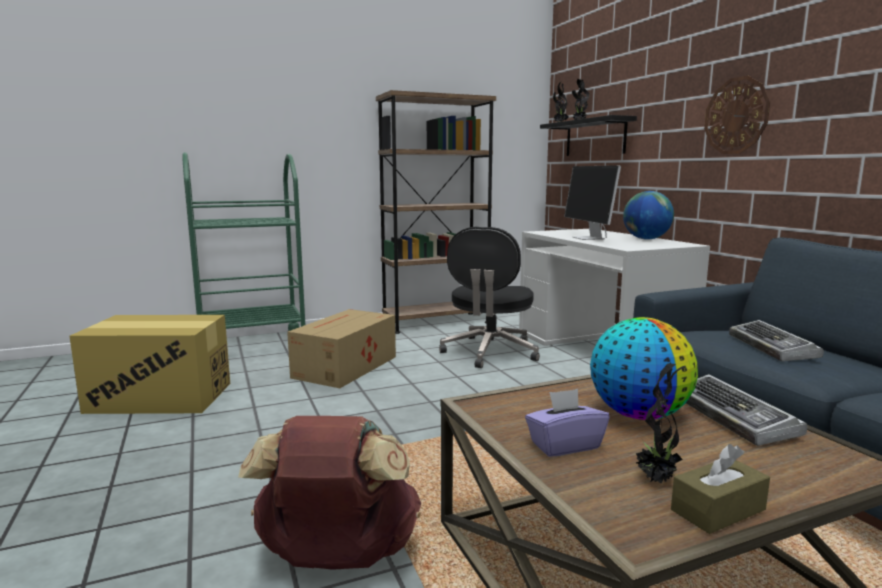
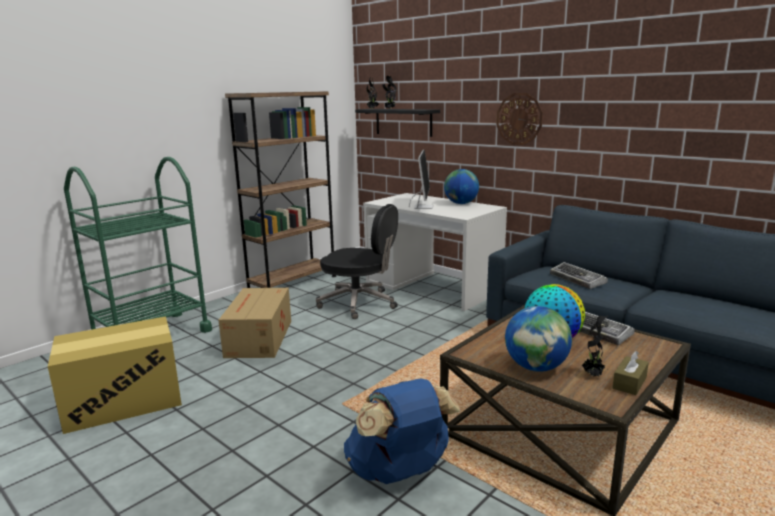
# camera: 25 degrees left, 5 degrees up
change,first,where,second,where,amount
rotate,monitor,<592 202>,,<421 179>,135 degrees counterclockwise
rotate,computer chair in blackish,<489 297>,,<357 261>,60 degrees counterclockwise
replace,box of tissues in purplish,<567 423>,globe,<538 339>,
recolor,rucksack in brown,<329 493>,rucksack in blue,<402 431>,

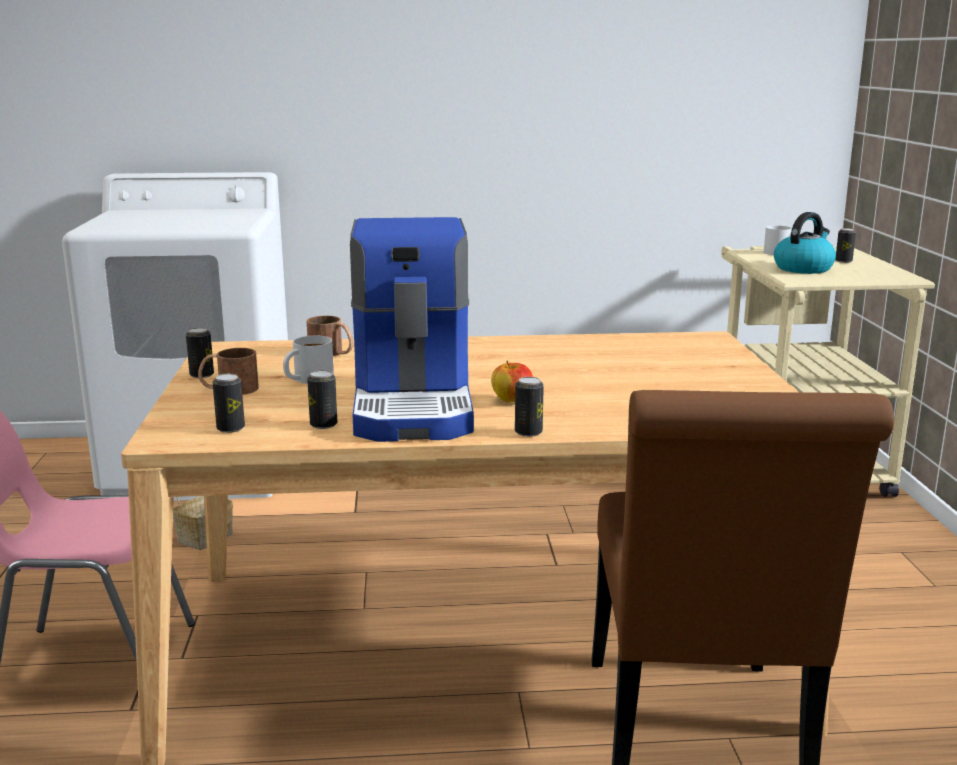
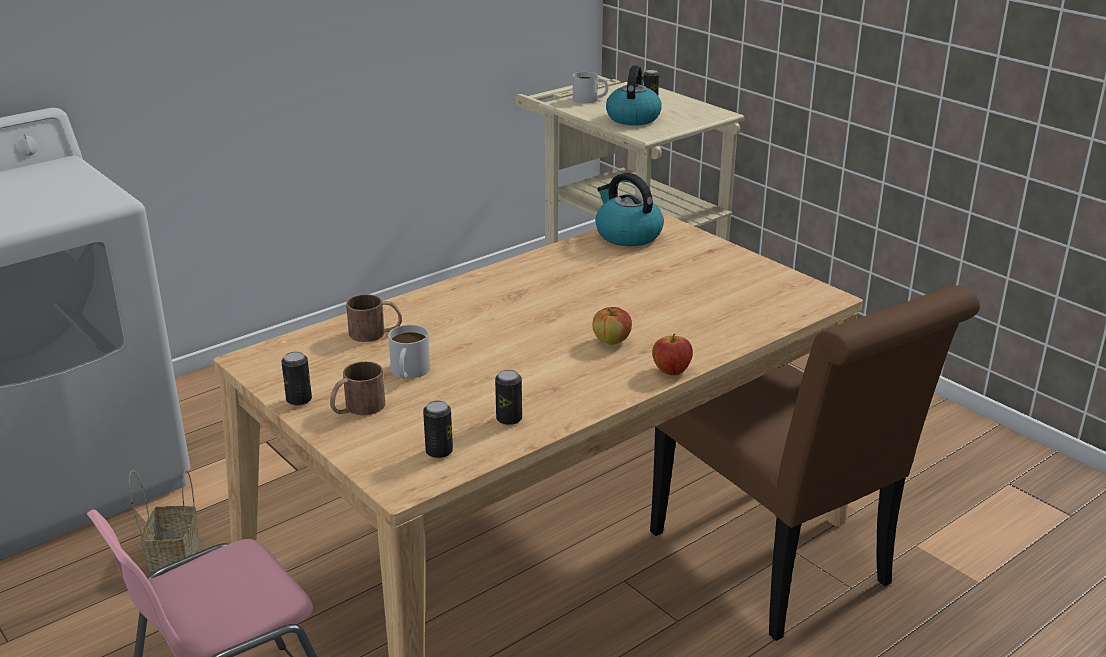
# camera: 35 degrees left, 10 degrees up
change,first,where,second,where,amount
delete,coffee machine,<412 329>,,,
replace,metal can,<529 407>,apple fruit,<672 354>,
insert,,,tea kettle,<629 209>,

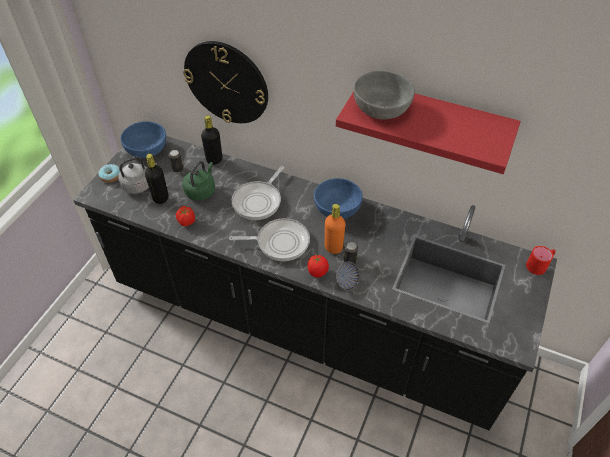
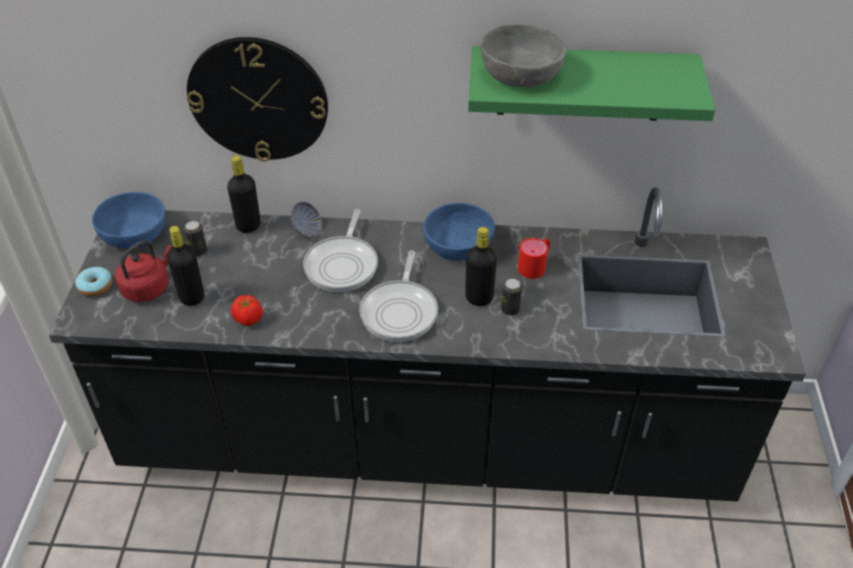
# camera: 20 degrees left, 5 degrees down
change,first,where,second,where,amount
recolor,wall shelf in red-coloured,<428 132>,wall shelf in green,<591 83>,
recolor,tea kettle in gray,<137 175>,tea kettle in red-coloured,<143 271>,
delete,tea kettle in green,<198 181>,,,
recolor,bottle in orange-coloured,<335 229>,bottle in blackish,<481 266>,
rotate,skillet,<269 239>,,<398 296>,120 degrees clockwise
move,coffee mug in red-coloured,<541 260>,,<534 258>,
delete,whole tomato,<318 266>,,,
move,serving bowl,<348 276>,,<306 219>,

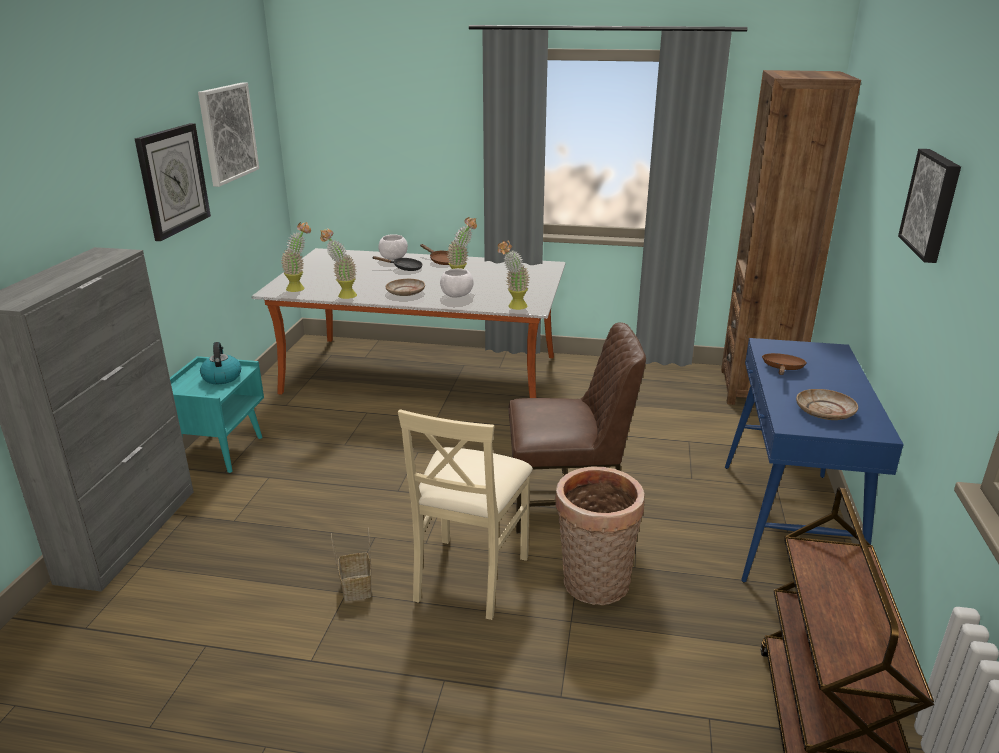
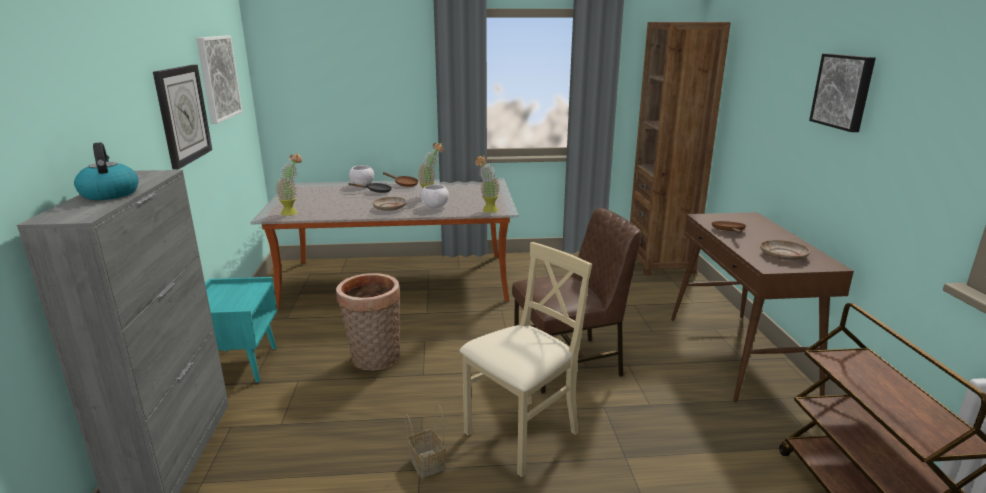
# camera: 15 degrees left, 5 degrees down
change,first,where,second,where,amount
delete,potted plant,<338 264>,,,
recolor,narrow table in blue,<814 460>,narrow table in brown,<762 307>,
move,tea kettle,<220 363>,,<106 171>,
rotate,upright chair in beige-coloured,<465 514>,,<525 359>,135 degrees counterclockwise
move,basket,<600 536>,,<368 322>,

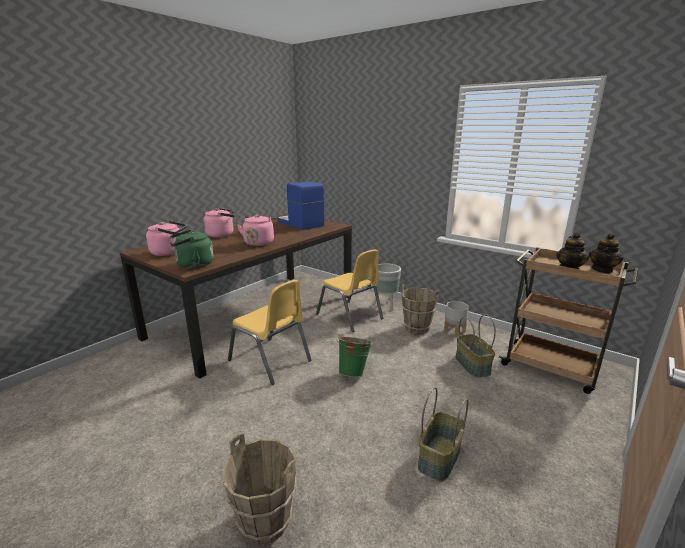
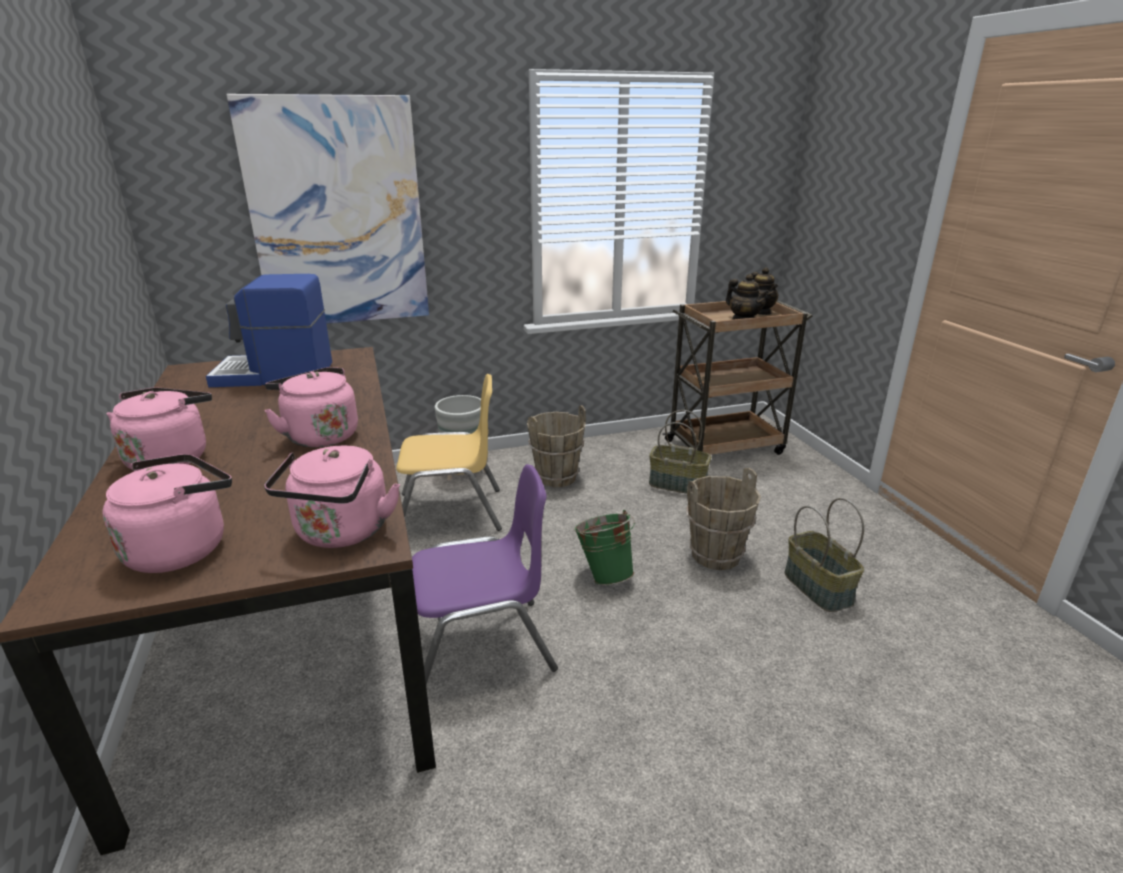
# camera: 55 degrees left, 5 degrees up
change,first,where,second,where,amount
recolor,tea kettle in green,<191 249>,tea kettle in pinkish,<332 496>,
recolor,upright chair in yellow-coloured,<270 332>,upright chair in purplish,<485 574>,
delete,planter in gray,<456 319>,,,
move,pail in brown,<259 489>,,<723 519>,
insert,,,wall picture,<328 209>,

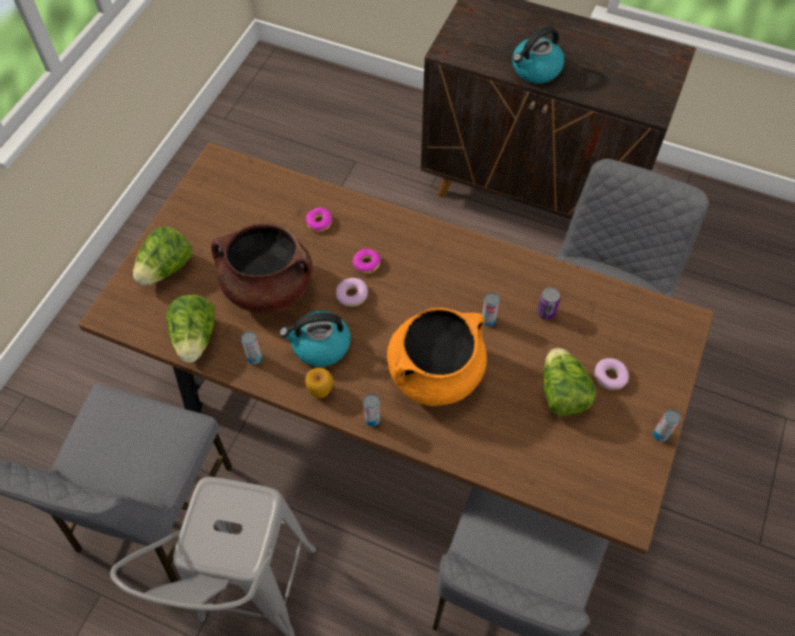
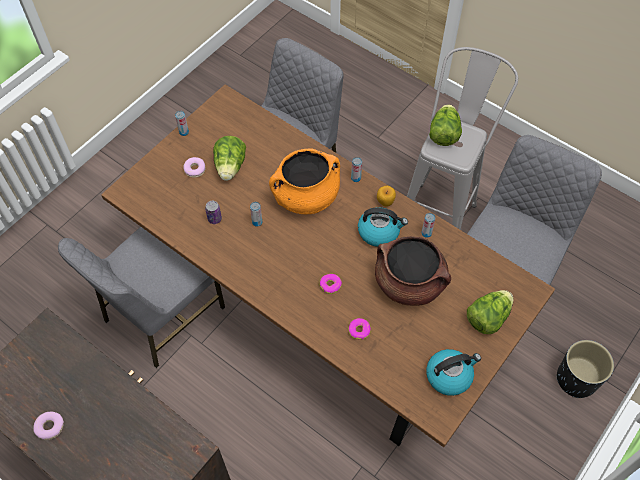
# camera: 165 degrees left, 0 degrees up
change,first,where,second,where,amount
move,tea kettle,<538 54>,,<453 372>,
move,ring doughnut,<352 292>,,<48 426>,
move,head of lettuce,<190 328>,,<445 125>,
insert,,,planter in blackish,<585 369>,

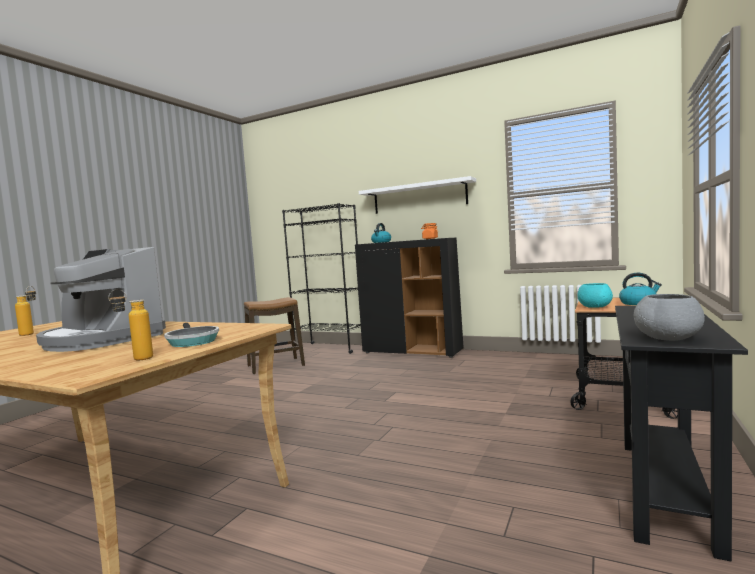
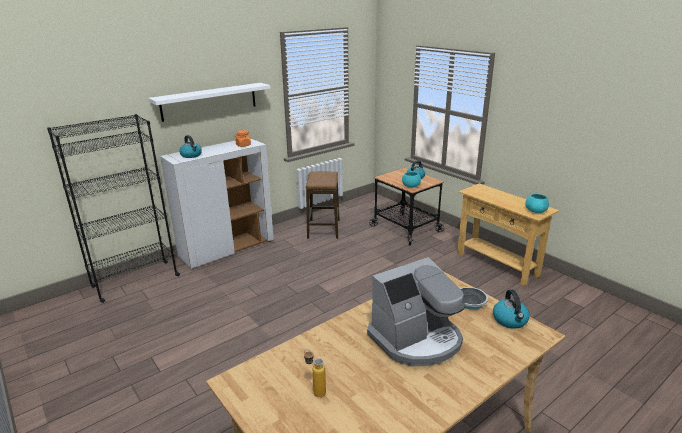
# camera: 65 degrees left, 20 degrees up
change,first,where,second,where,amount
recolor,cabinet in blackish,<409 298>,cabinet in white-coloured,<217 204>,
replace,bottle,<130 324>,tea kettle,<511 309>,
recolor,serving bowl in gray,<669 317>,serving bowl in blue-green,<537 203>,
move,stool,<274 335>,,<322 205>,
recolor,narrow table in blackish,<681 434>,narrow table in beige-coloured,<508 234>,

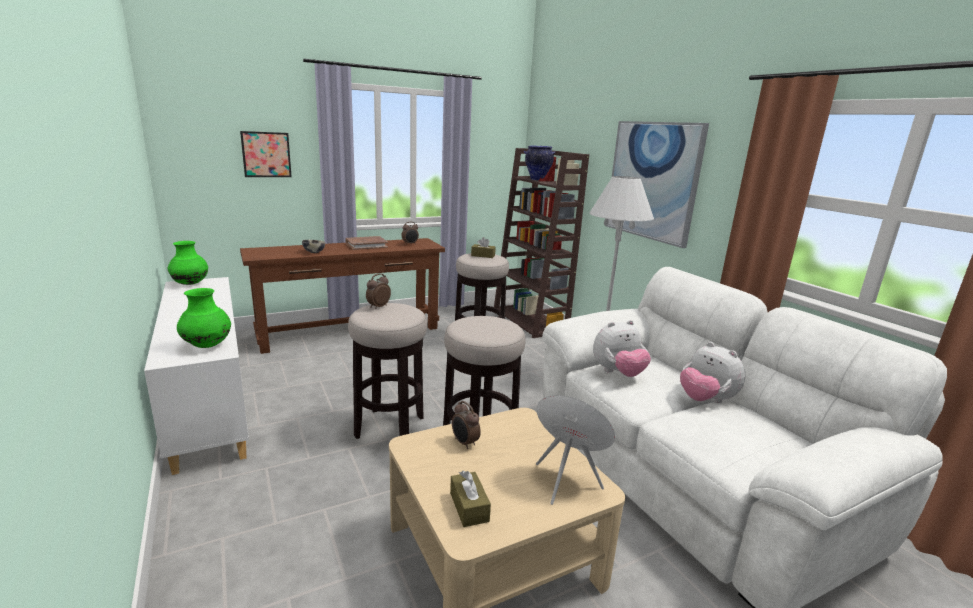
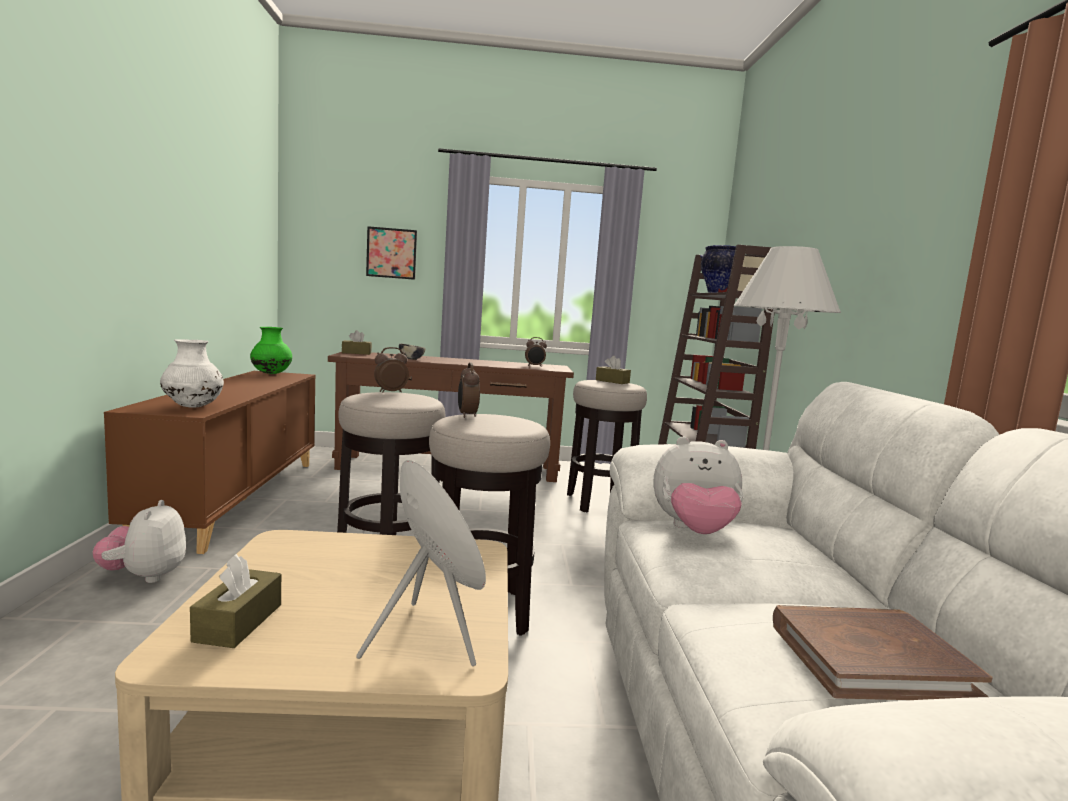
# camera: 25 degrees right, 10 degrees down
change,first,where,second,where,amount
delete,wall picture,<658 184>,,,
move,bound book in brown,<366 243>,,<883 652>,
recolor,cabinet in white-coloured,<196 376>,cabinet in brown,<210 462>,
recolor,decorative vase in green,<204 318>,decorative vase in white-coloured,<192 373>,
move,soft toy,<712 372>,,<139 541>,
move,alarm clock,<466 425>,,<469 390>,
insert,,,box of tissues in brown,<357 342>,

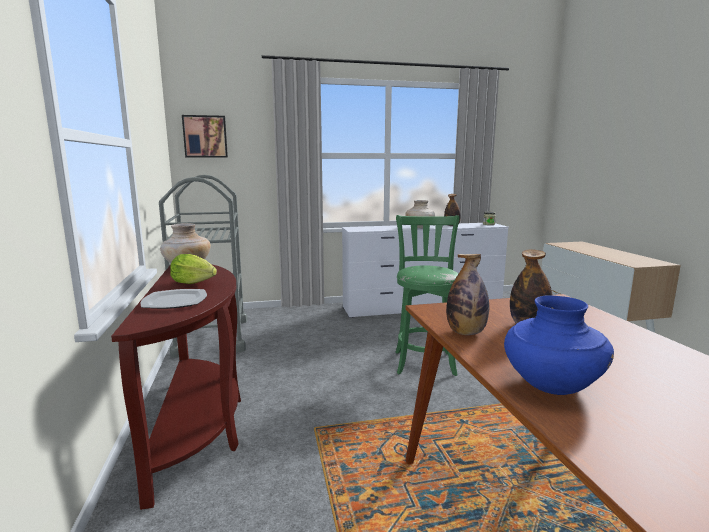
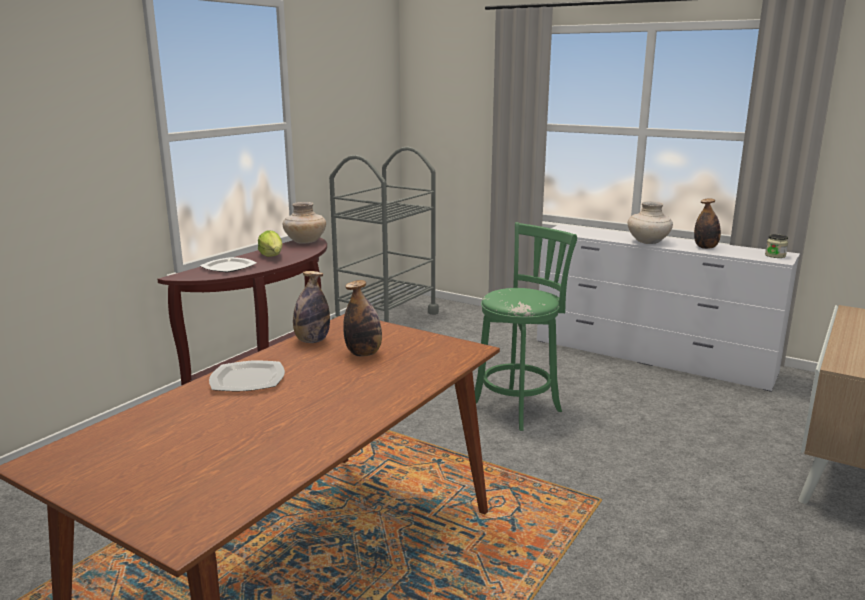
# camera: 45 degrees right, 5 degrees up
change,first,where,second,where,amount
delete,wall picture,<205 136>,,,
replace,decorative vase in blue,<559 345>,dinner plate,<247 376>,

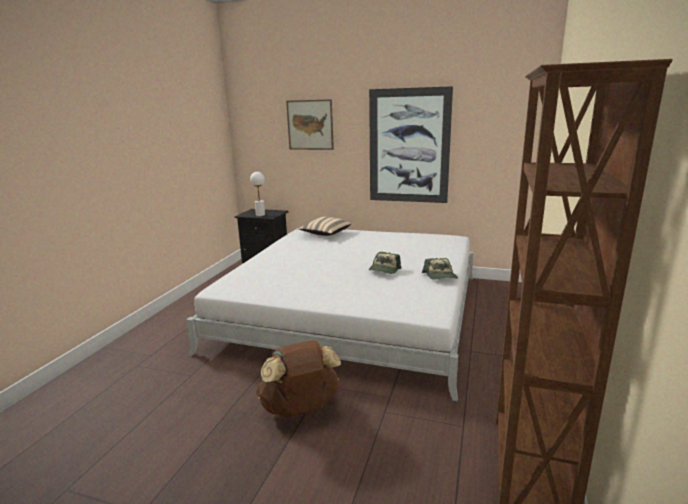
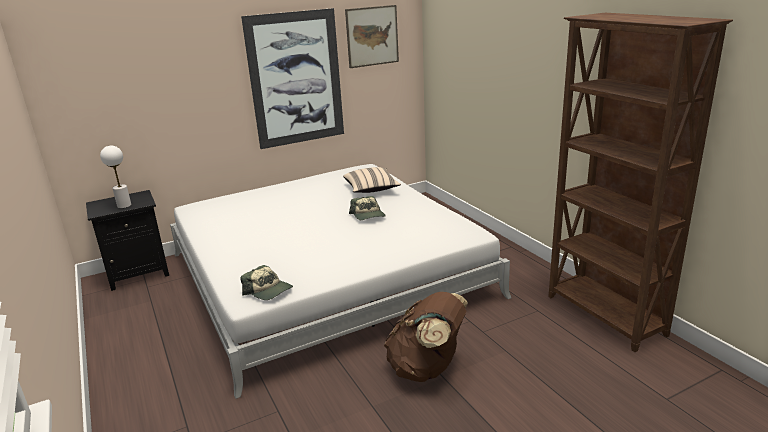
# camera: 45 degrees left, 5 degrees up
change,first,where,second,where,amount
move,wall picture,<310 124>,,<372 36>,
move,throw pillow in beige-coloured,<325 226>,,<372 180>,
move,baseball cap,<440 269>,,<267 282>,

